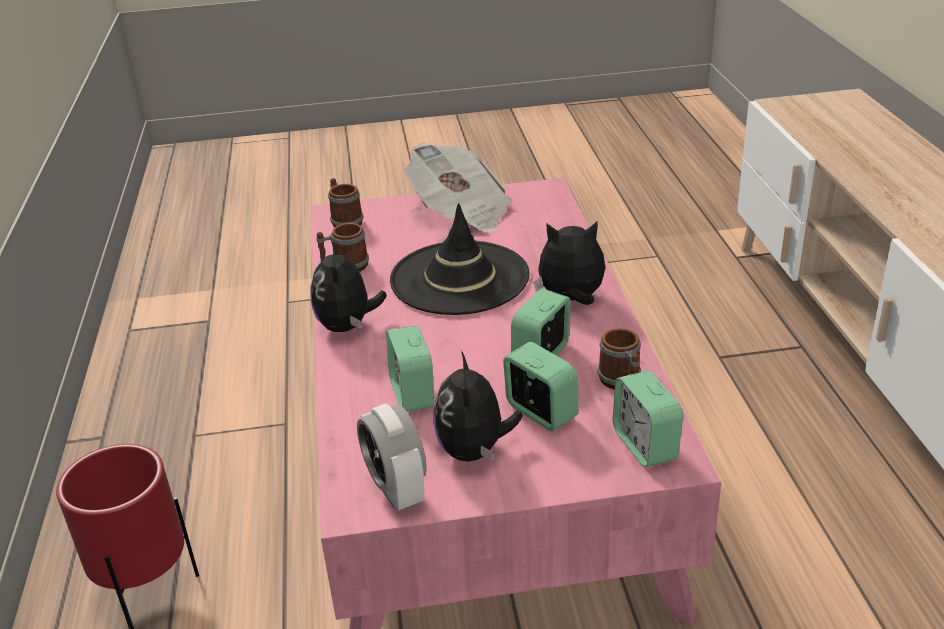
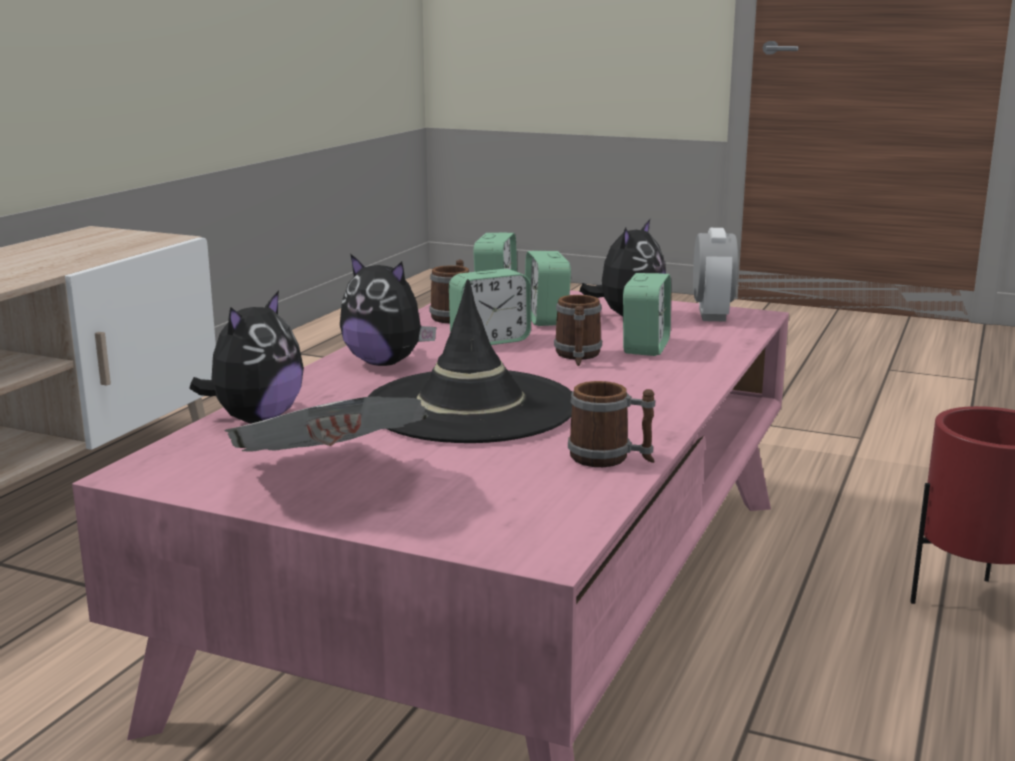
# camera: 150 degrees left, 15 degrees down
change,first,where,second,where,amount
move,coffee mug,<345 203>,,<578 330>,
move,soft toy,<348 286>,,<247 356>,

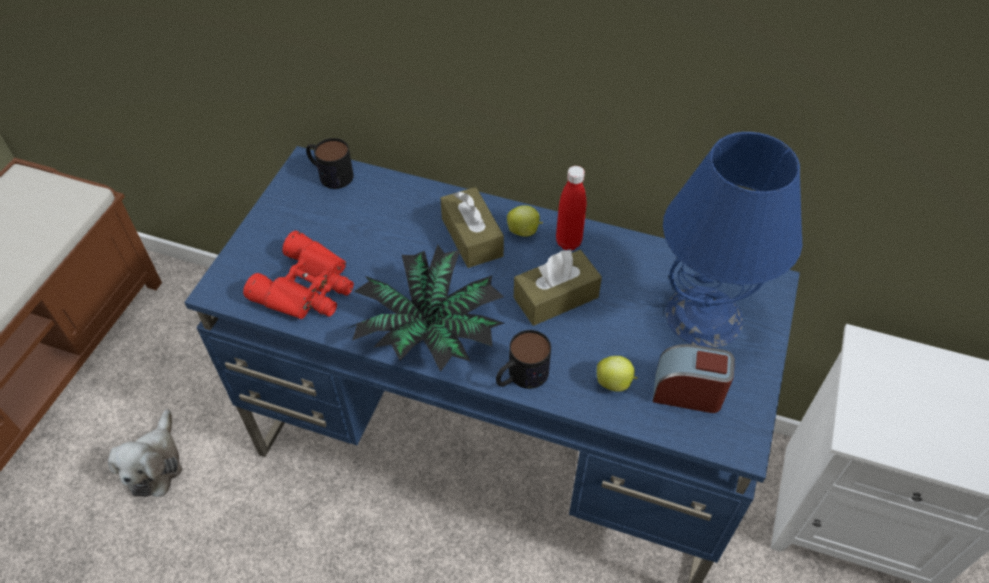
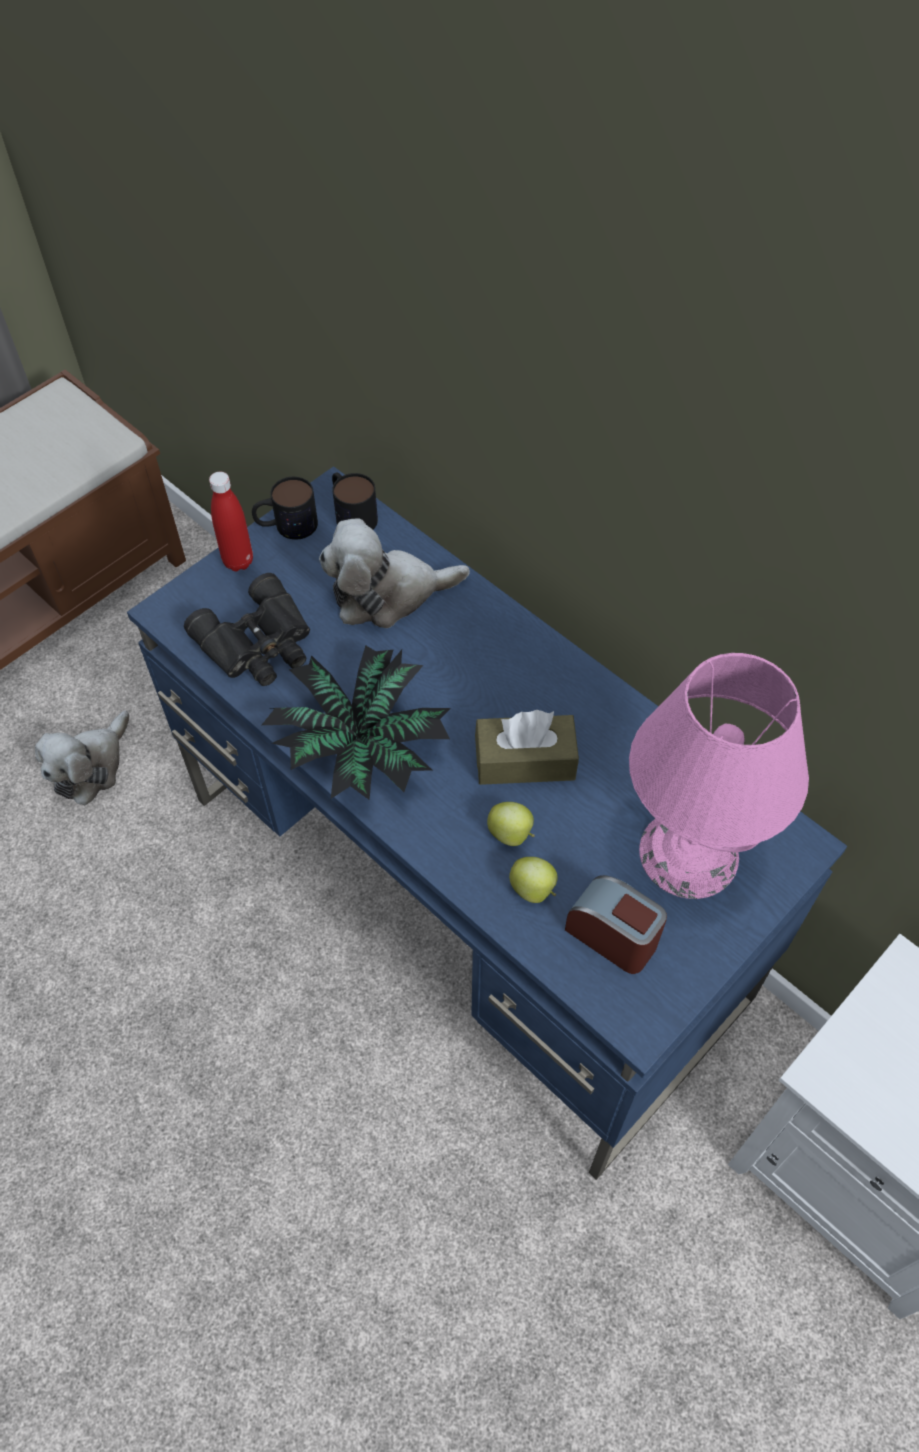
# camera: 25 degrees right, 5 degrees up
change,first,where,second,where,amount
recolor,tabletop lamp in blue,<732 240>,tabletop lamp in pinkish,<719 776>,
move,bottle in red-coloured,<571 208>,,<231 521>,
delete,box of tissues in brown,<472 227>,,,
move,apple fruit,<525 221>,,<511 824>,
recolor,pair of binoculars in red-coloured,<298 275>,pair of binoculars in blackish,<247 629>,
move,coffee mug,<523 359>,,<285 508>,
insert,,,soft toy,<394 573>,

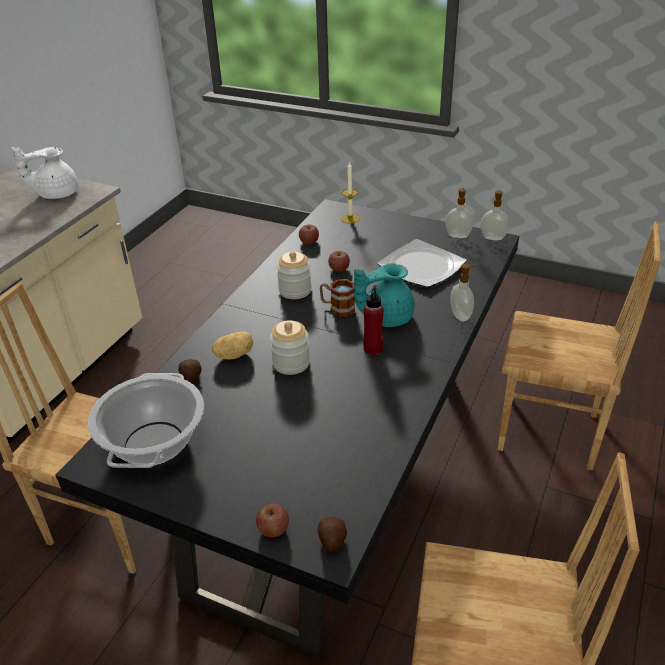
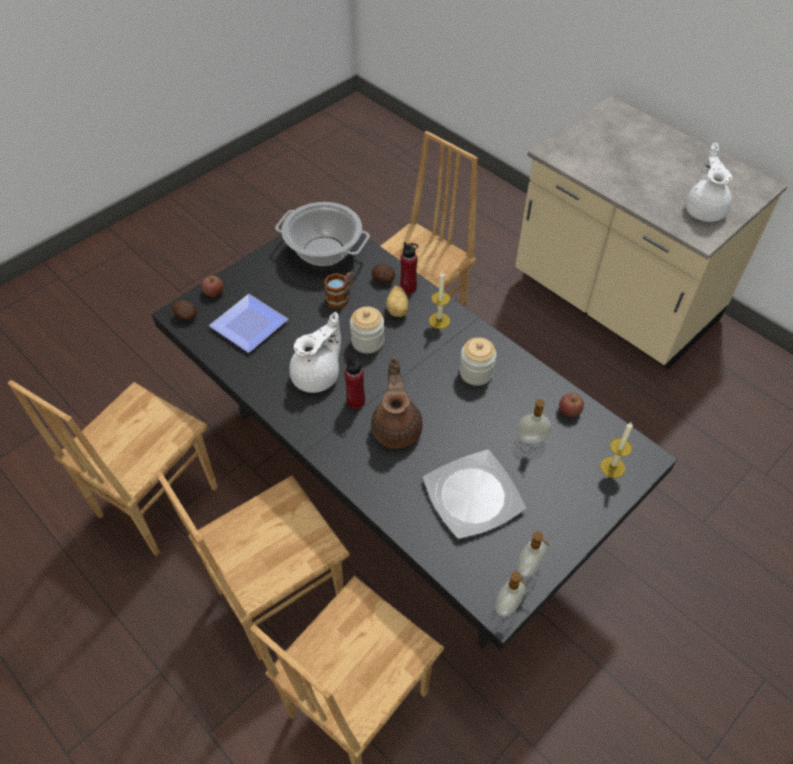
# camera: 110 degrees right, 15 degrees up
change,first,where,second,where,amount
delete,apple fruit,<339 261>,,,
recolor,tea pot in blue-green,<384 295>,tea pot in brown,<396 403>,
move,liquid soap bottle,<463 292>,,<534 421>,
move,coffee mug,<337 298>,,<338 290>,
insert,,,bottle in red-coloured,<409 268>,
insert,,,candle,<439 300>,
insert,,,dinner plate,<248 323>,
insert,,,tea pot in white-coloured,<315 352>,
insert,,,upright chair in brown,<253 565>,

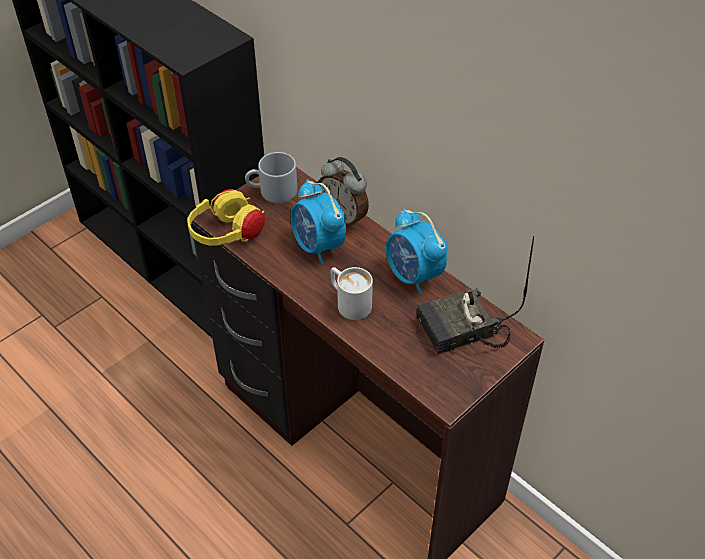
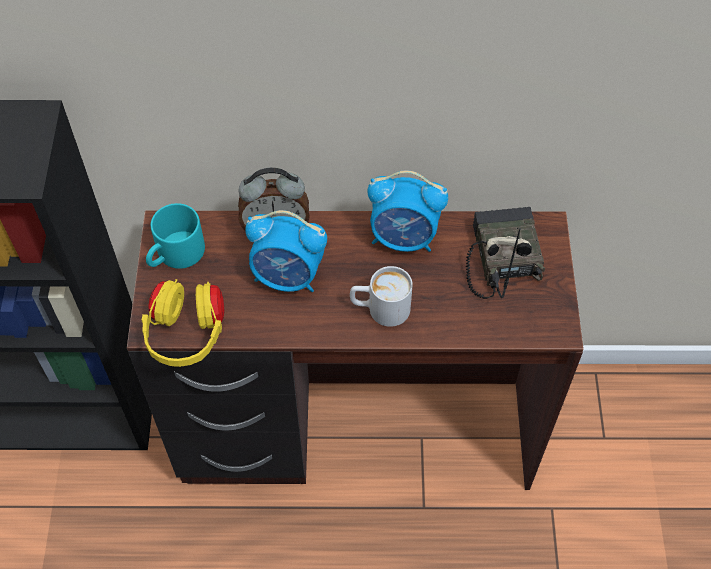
# camera: 45 degrees left, 10 degrees up
change,first,where,second,where,amount
recolor,coffee mug in gray,<271 177>,coffee mug in blue-green,<175 236>,
rotate,radio set,<475 295>,,<505 253>,150 degrees clockwise

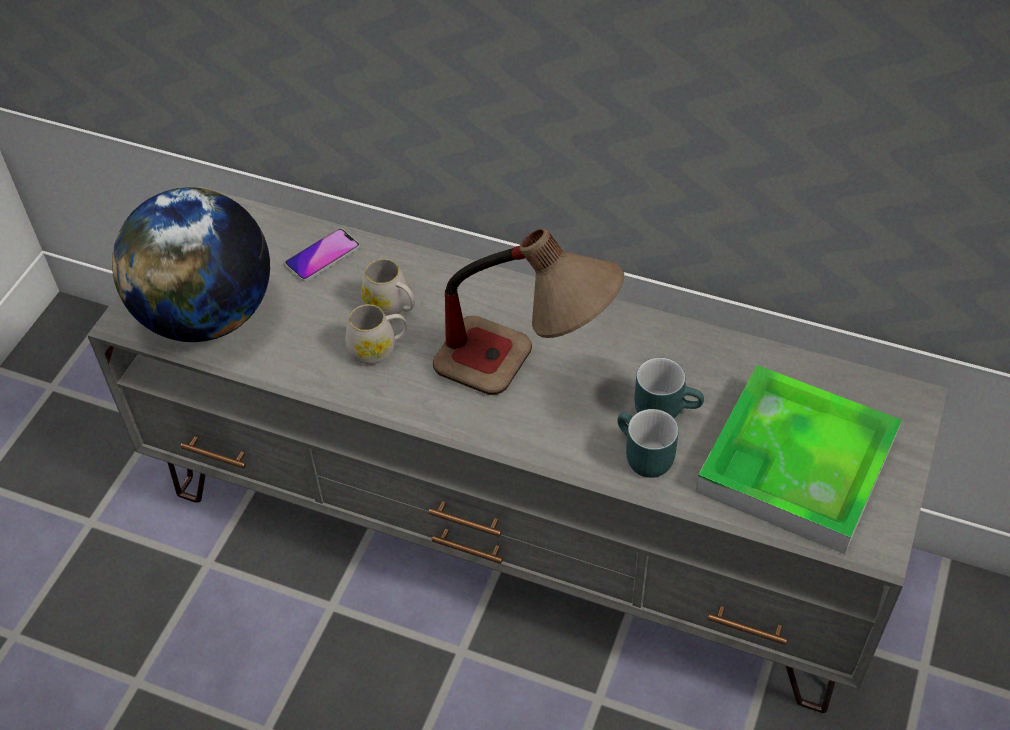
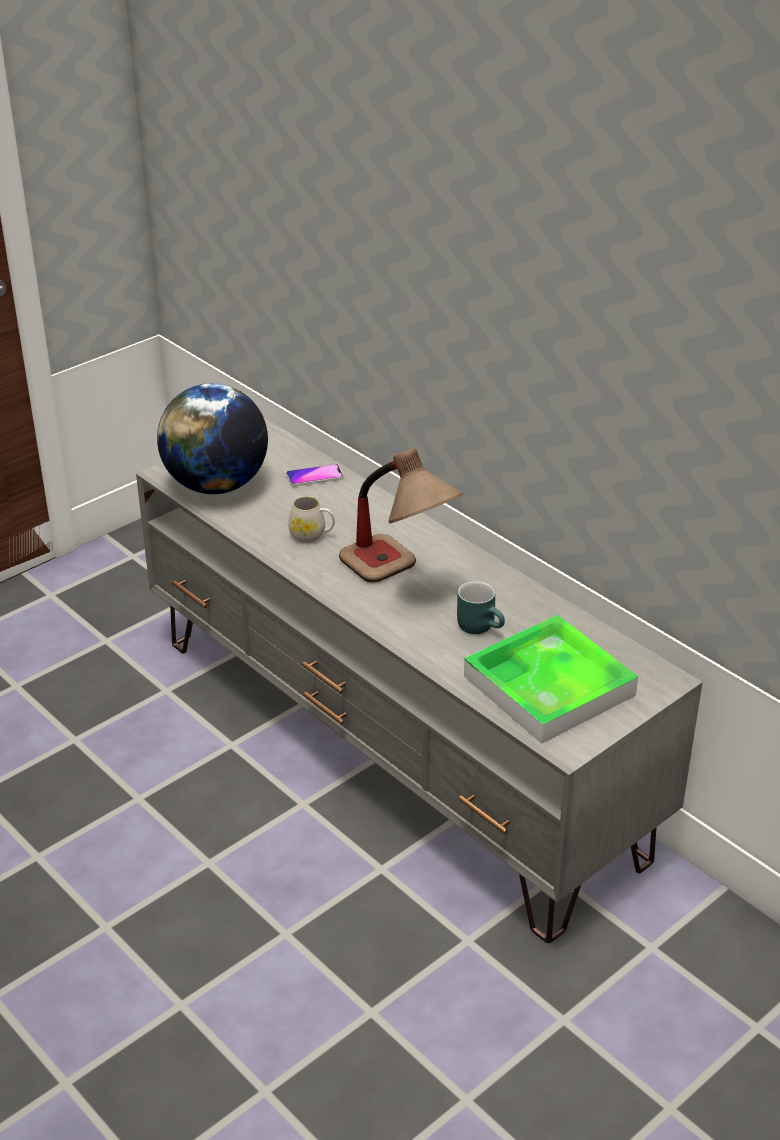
# camera: 25 degrees right, 15 degrees down
change,first,where,second,where,amount
delete,coffee mug in white-coloured,<388 287>,,,
delete,coffee mug in blue-green,<648 443>,,,

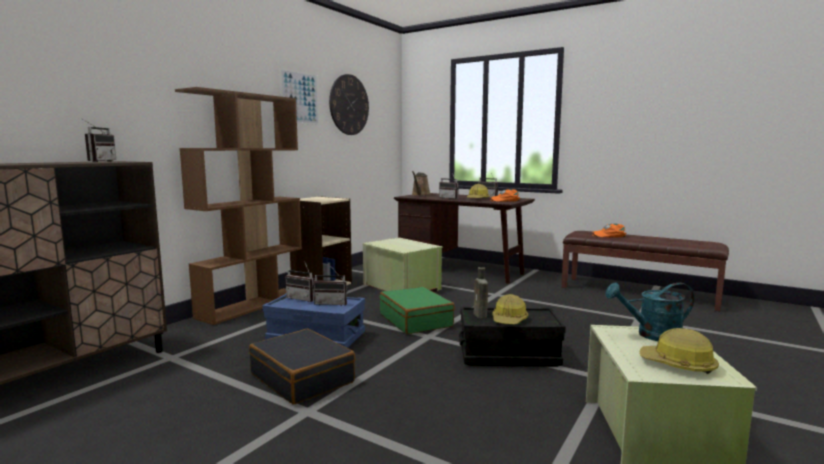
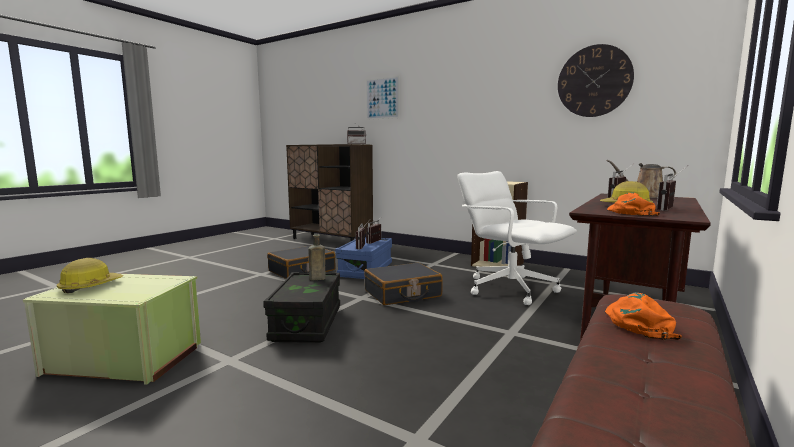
# camera: 90 degrees right, 0 degrees up
change,first,where,second,where,amount
move,wall picture,<299 96>,,<382 98>,
delete,bookshelf in brown,<238 206>,,,
replace,storage box in green,<402 264>,computer chair in white-coloured,<517 238>,
delete,watering can in blue-green,<650 311>,,,
recolor,suitcase in green,<417 310>,suitcase in blackish,<403 284>,
delete,work helmet,<510 309>,,,

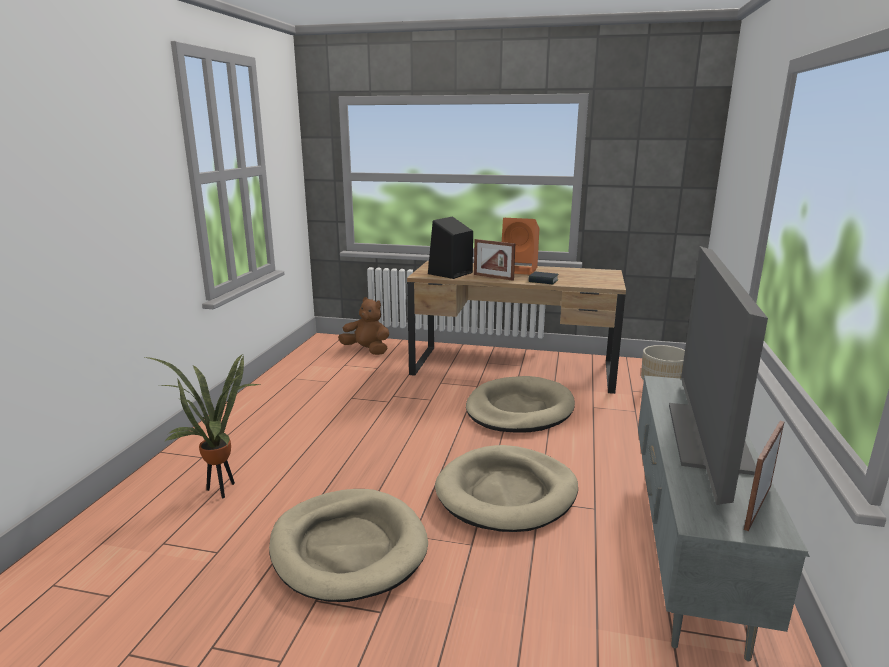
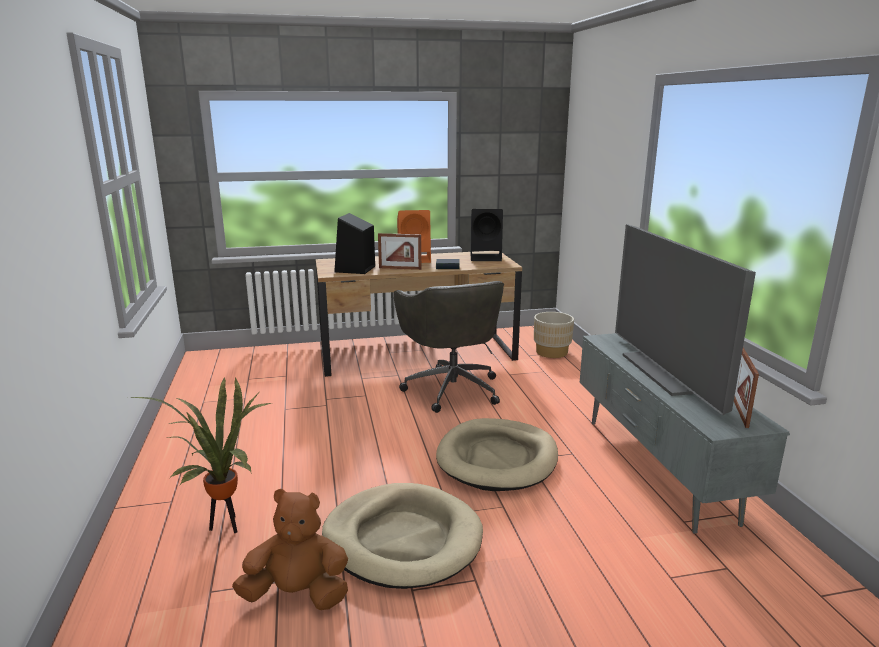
# camera: 25 degrees left, 0 degrees up
change,first,where,second,where,amount
move,soft toy in brown,<363 326>,,<290 549>,
replace,pet bed in beige-coloured,<520 404>,computer chair in gray,<449 347>,
insert,,,audio speaker in blackish,<486 235>,

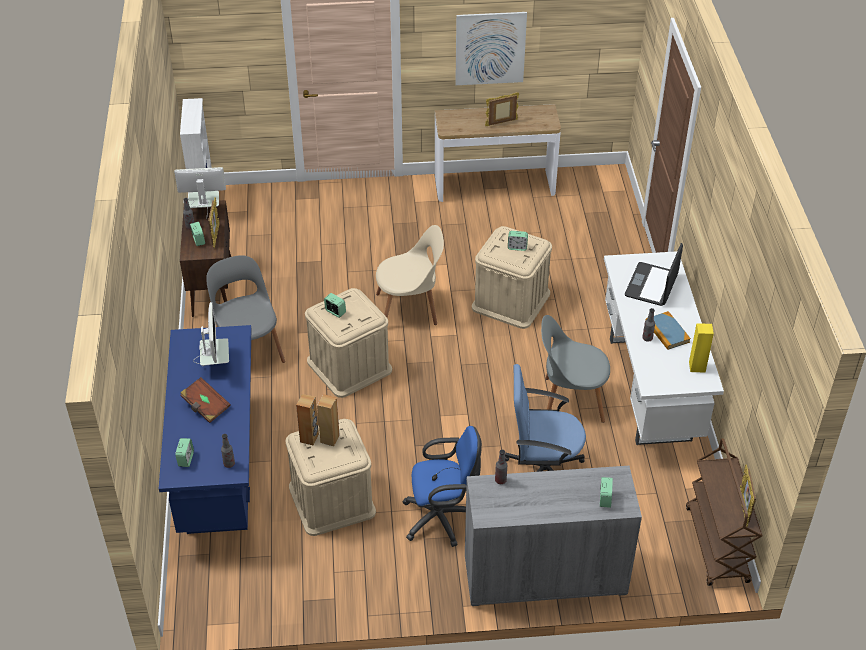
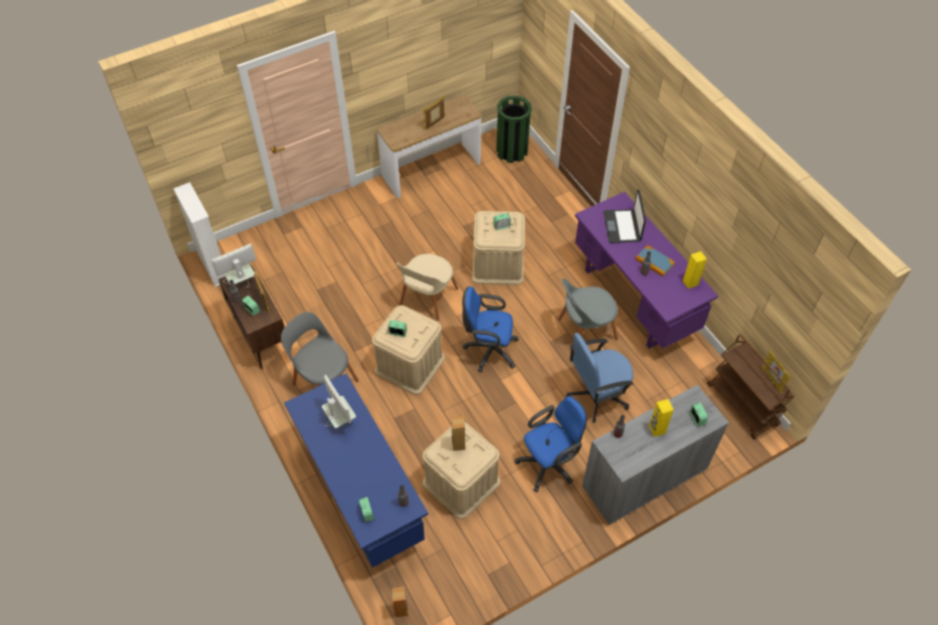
# camera: 25 degrees left, 10 degrees up
change,first,where,second,where,amount
delete,wall picture,<491 48>,,,
rotate,upright chair in beige-coloured,<410 275>,,<428 287>,150 degrees clockwise
recolor,desk table in white-coloured,<664 348>,desk table in purplish,<646 270>,
delete,bound book in brown,<205 400>,,,
move,audio speaker in brown,<307 420>,,<400 602>,
insert,,,waste bin in green,<514 129>,
insert,,,computer chair in blue,<490 329>,
insert,,,audio speaker in yellow-coloured,<661 418>,

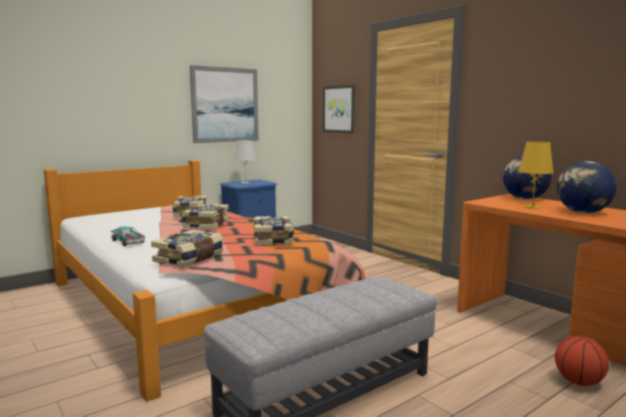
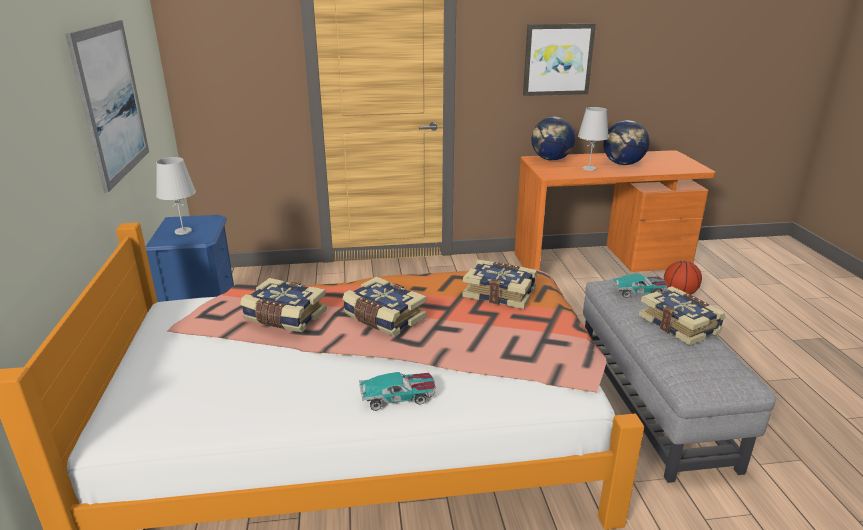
# camera: 60 degrees left, 15 degrees up
change,first,where,second,where,amount
move,wall picture,<339 109>,,<559 59>,
recolor,tabletop lamp in yellow-coloured,<536 175>,tabletop lamp in white-coloured,<593 139>,
move,bound book,<187 249>,,<682 315>,
insert,,,toy car,<639 286>,

